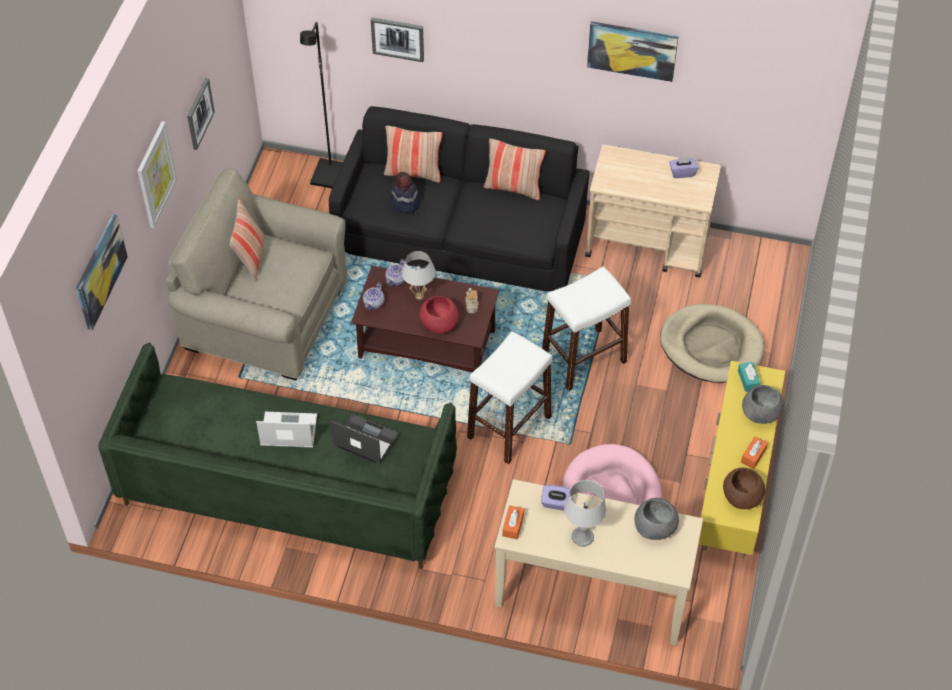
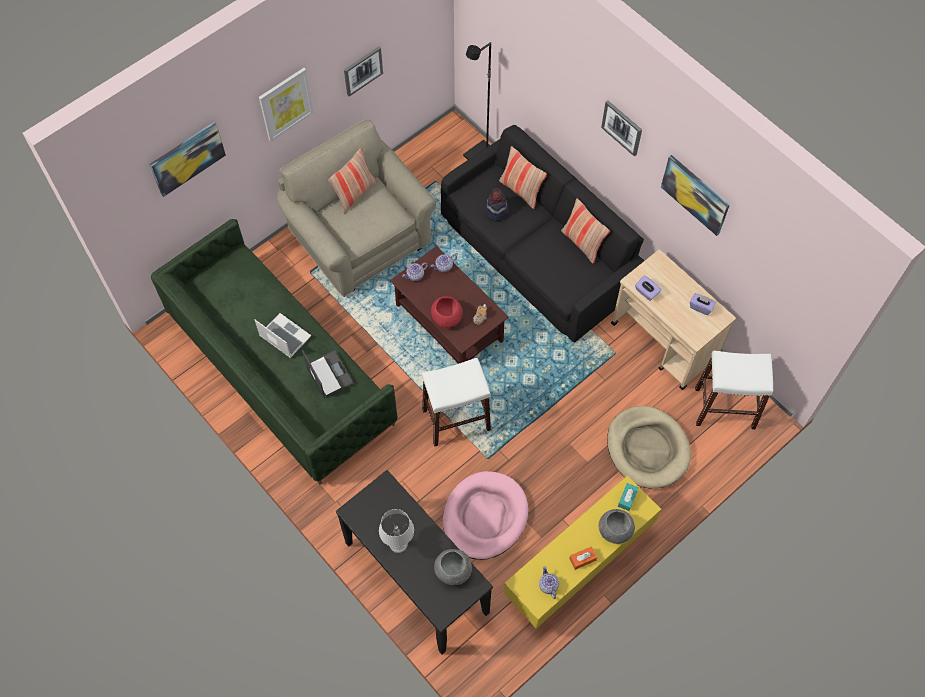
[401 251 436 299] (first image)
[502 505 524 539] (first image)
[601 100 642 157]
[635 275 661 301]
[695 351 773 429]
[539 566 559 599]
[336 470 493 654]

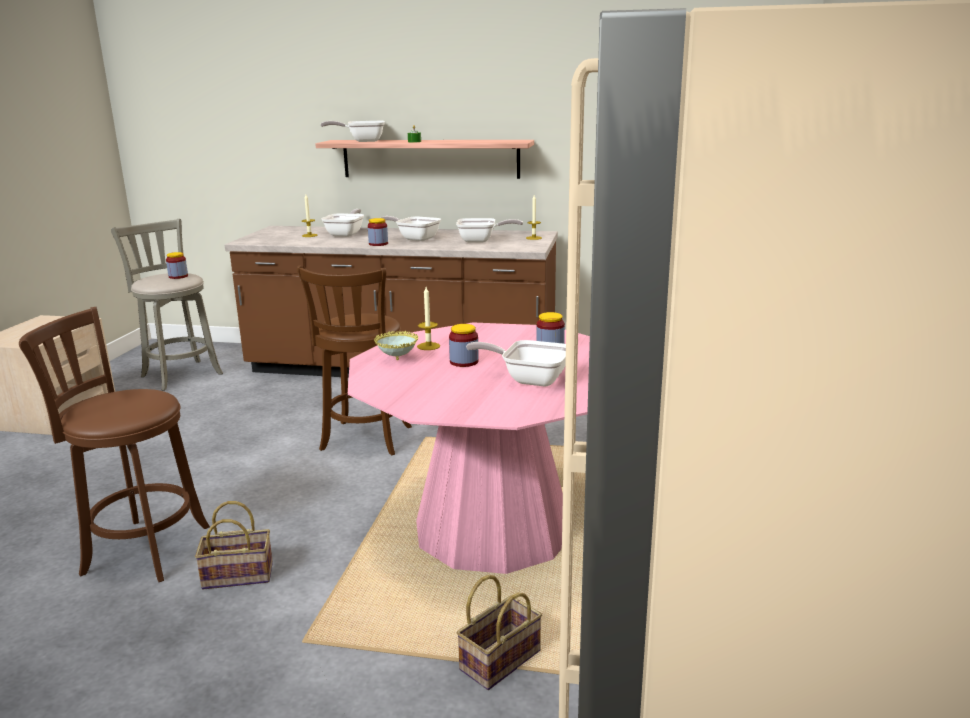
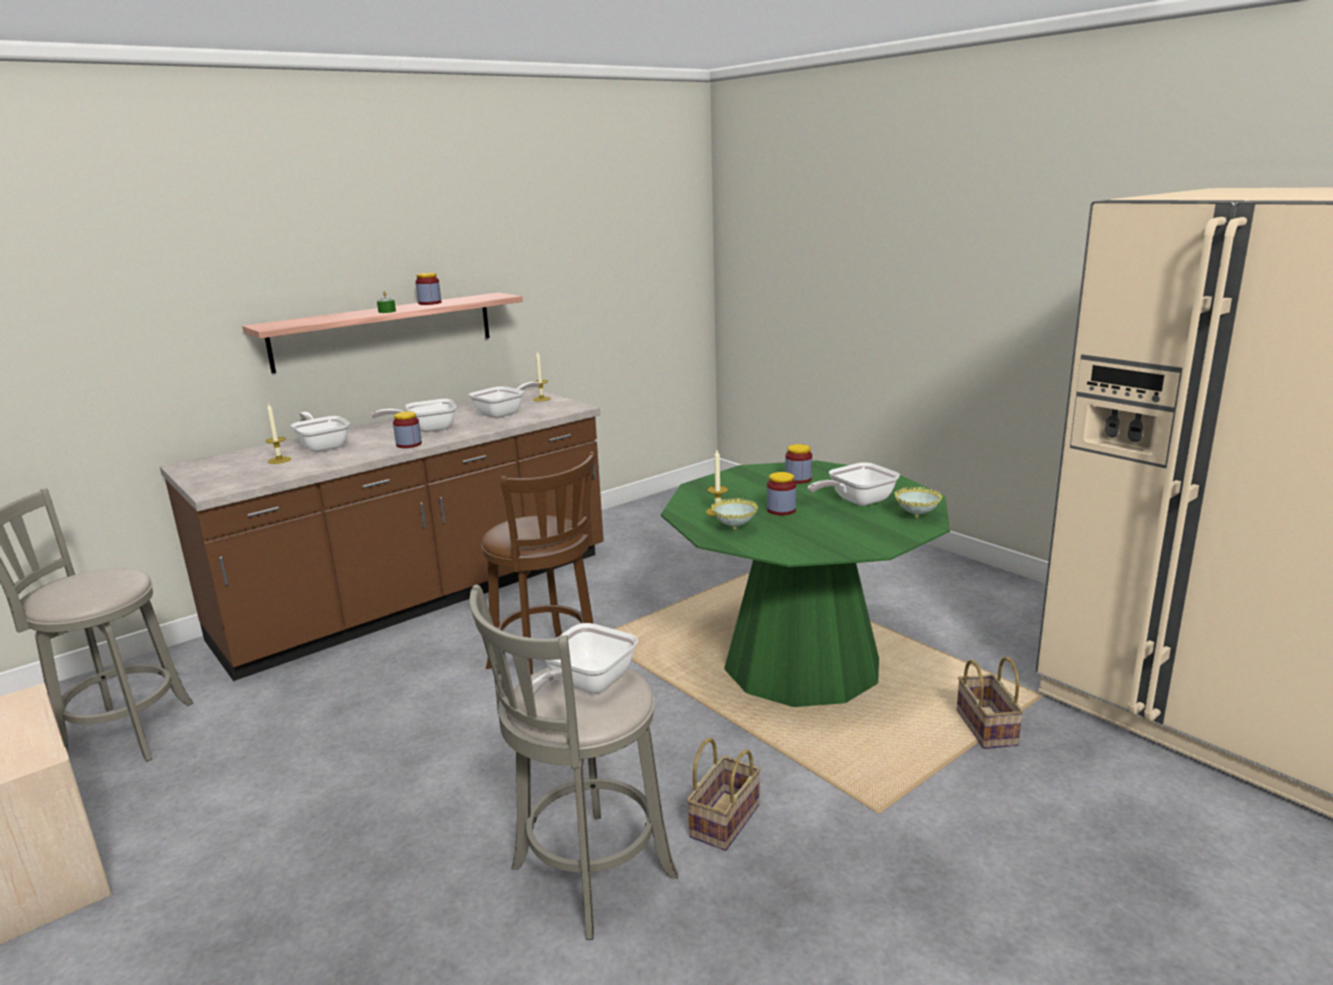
[894 487 942 518]
[416 273 441 305]
[532 623 638 697]
[469 584 678 940]
[661 461 950 707]

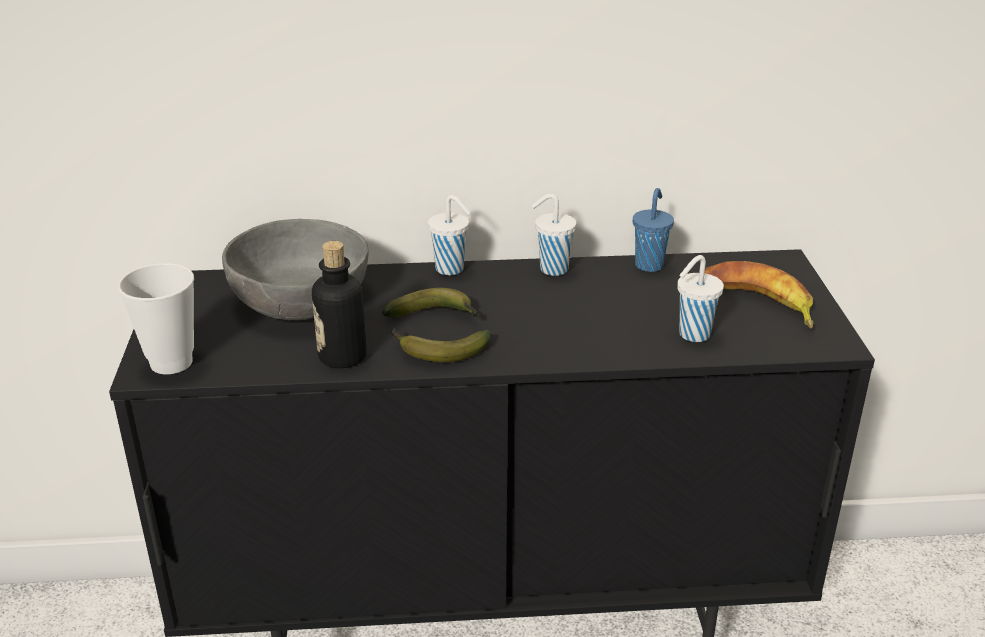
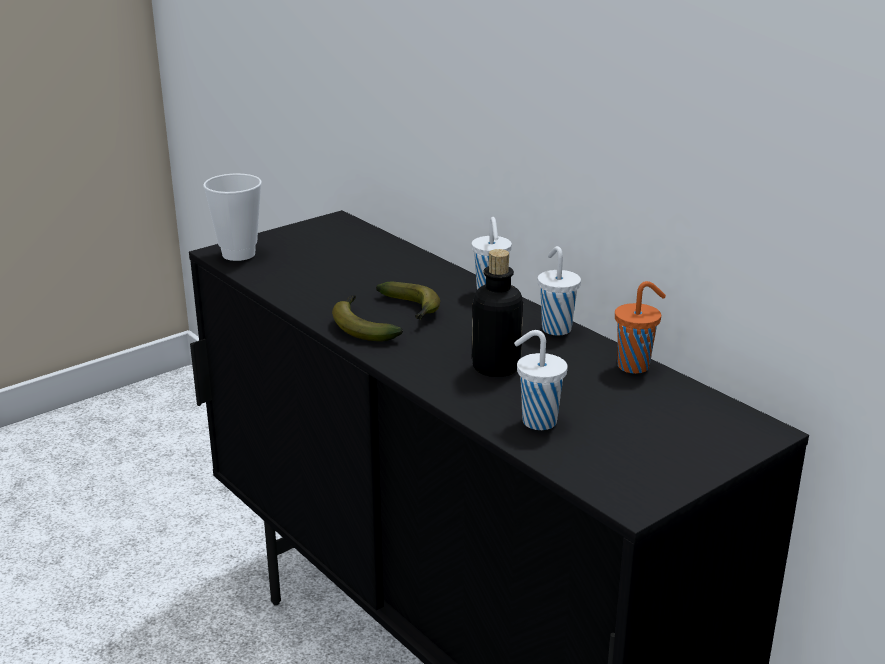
[222 219 368 320] (first image)
[705 261 813 329] (first image)
[472 249 523 377]
[615 281 666 374]

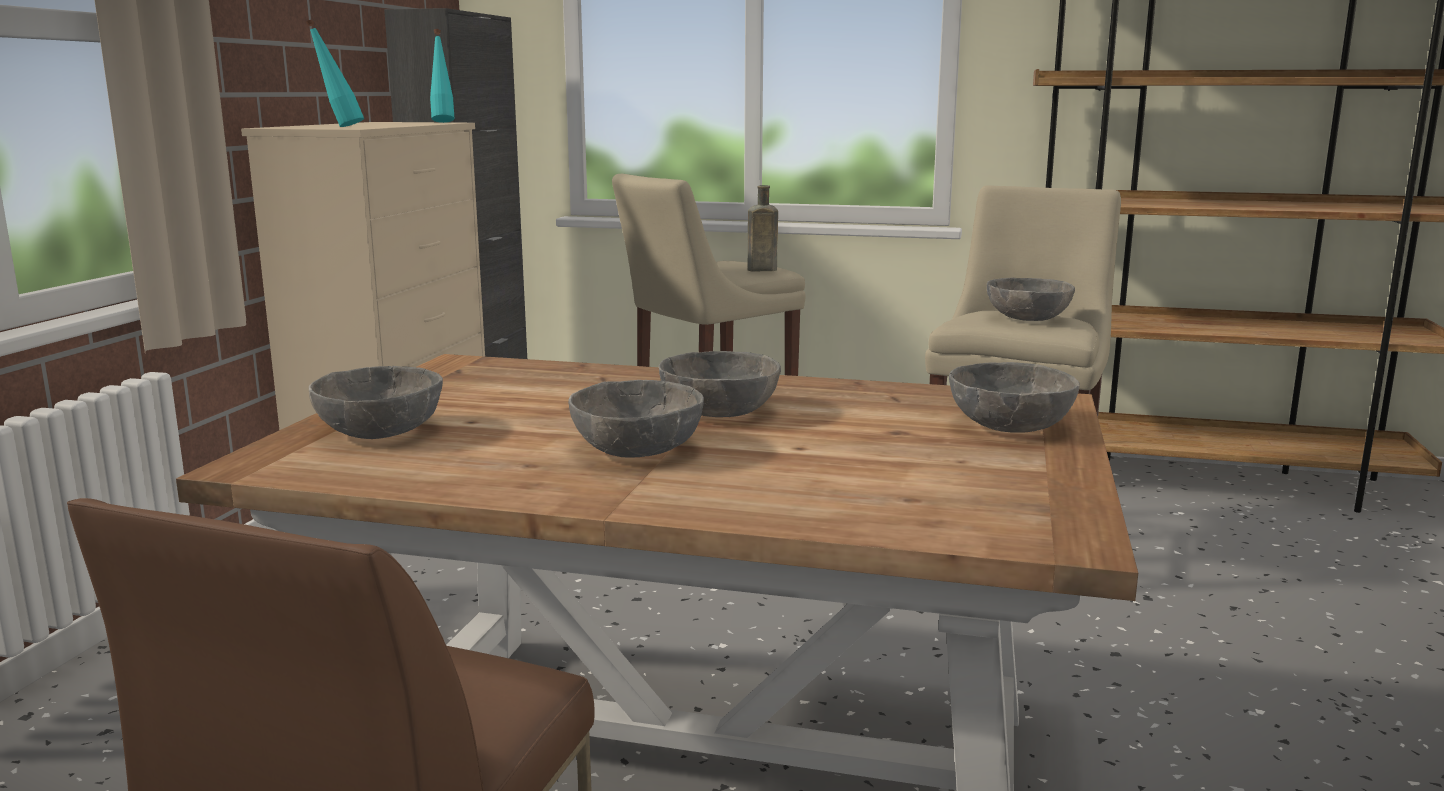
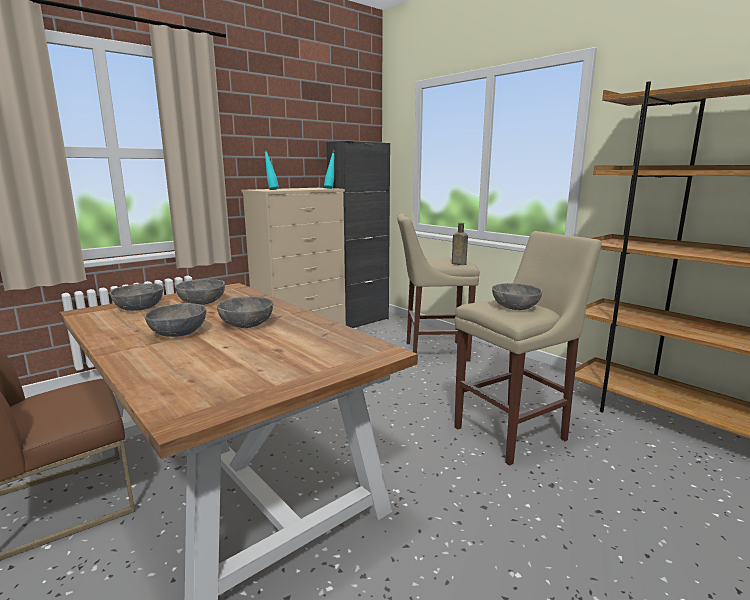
[175 279 225 305]

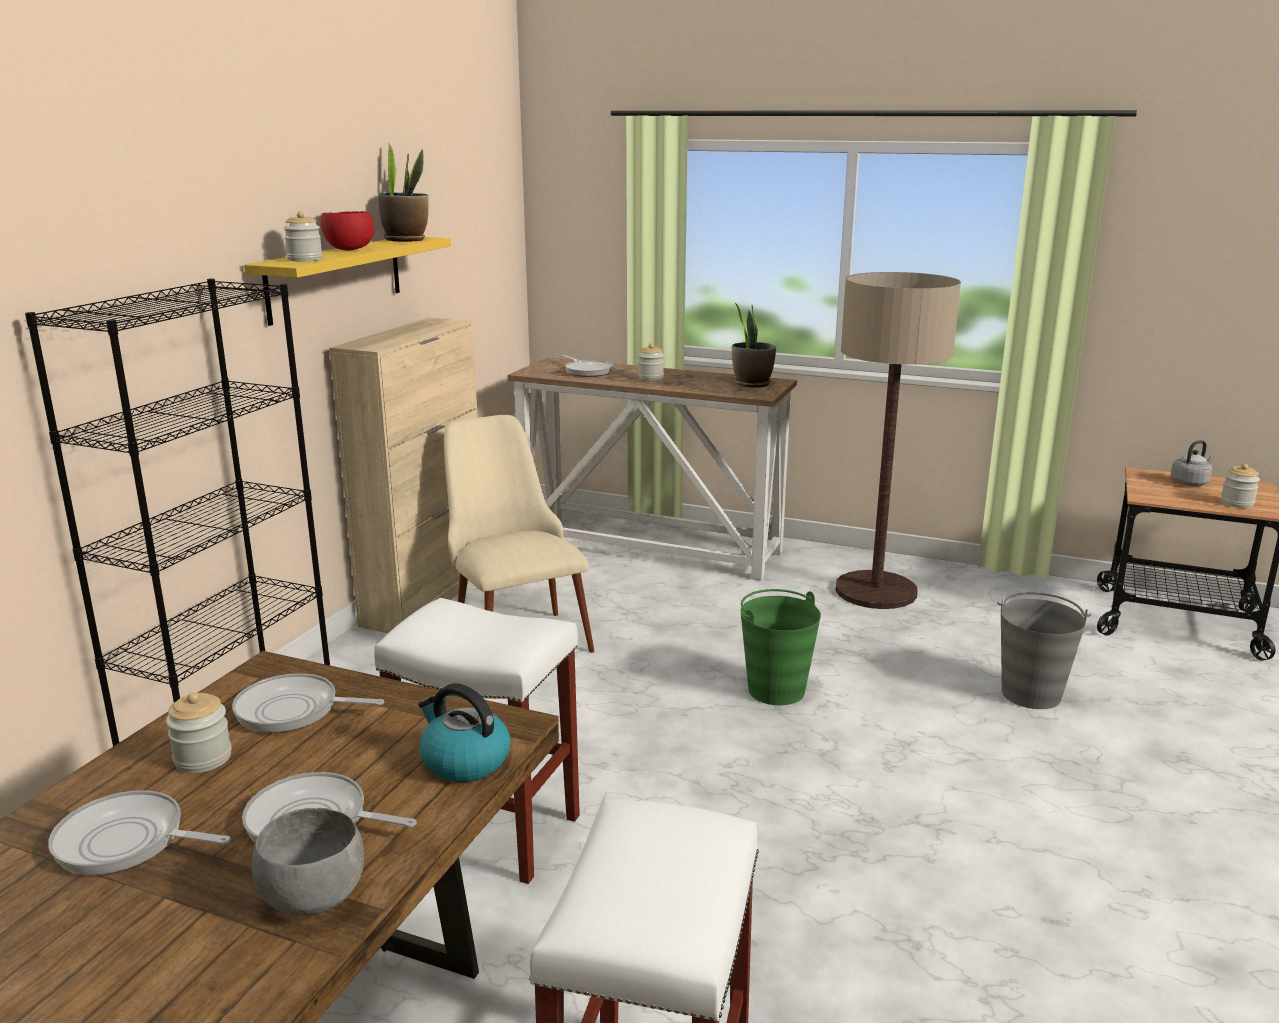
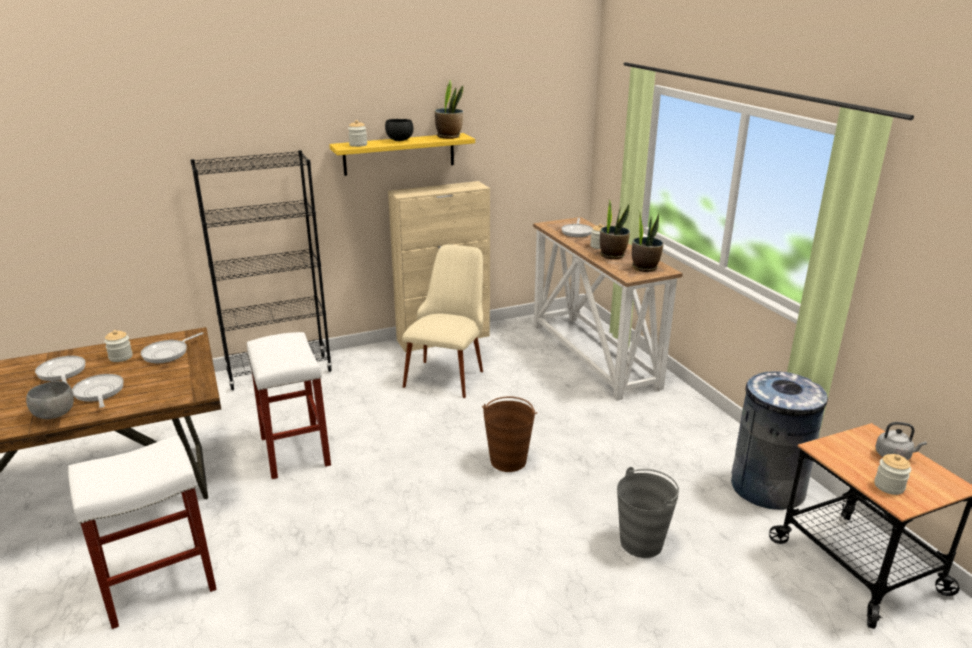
[418 683 510 782] (first image)
[836 272 961 609] (first image)
[600 200 630 259]
[731 371 828 510]
[385 119 414 141]
[482 396 538 472]
[141 332 204 363]

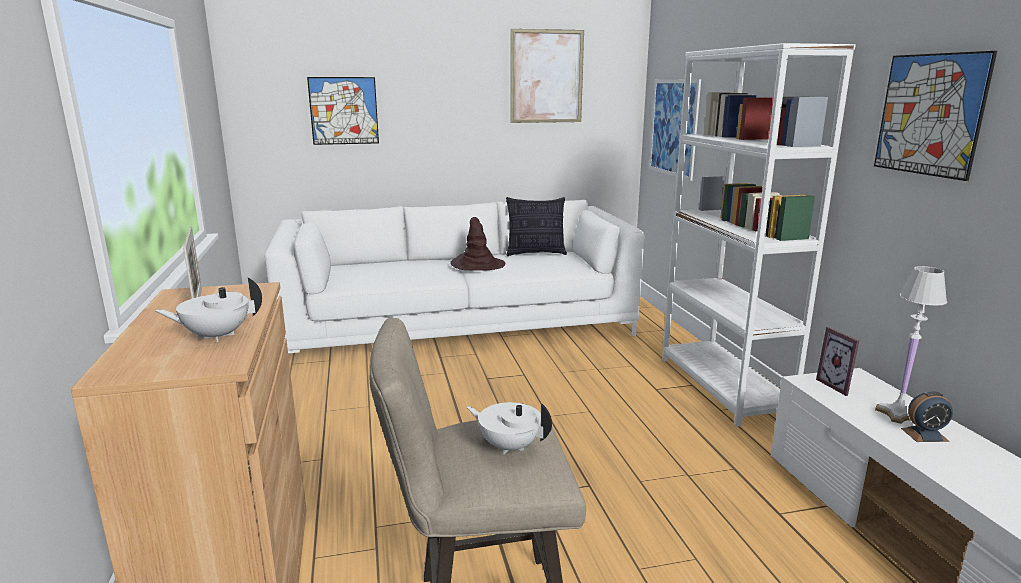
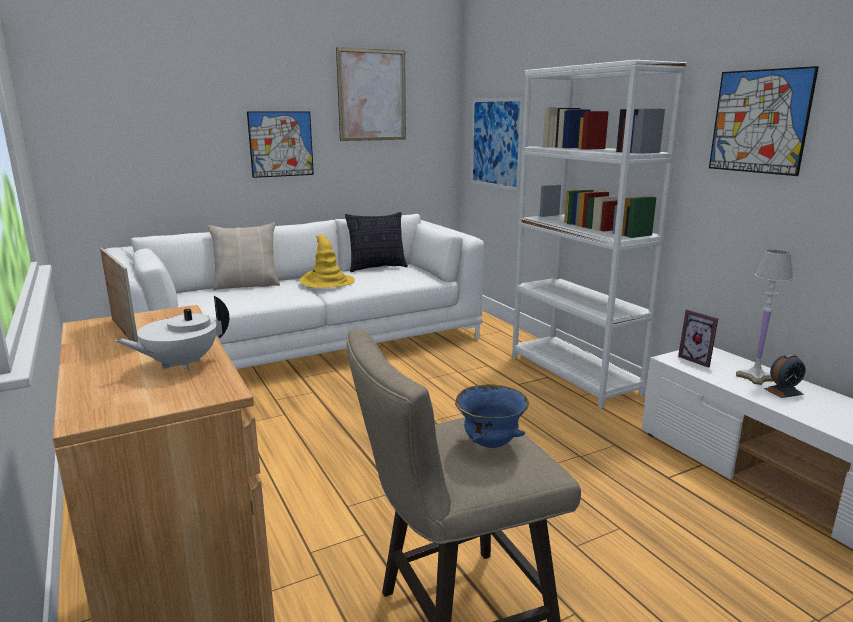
[208 222 280 290]
[247 111 314 178]
[455 384 529 448]
[299 234 355 288]

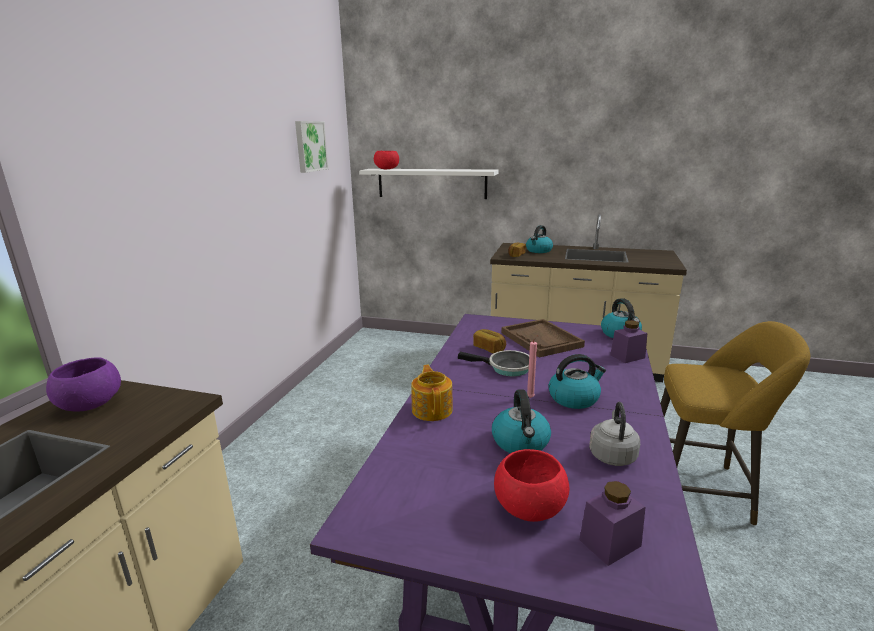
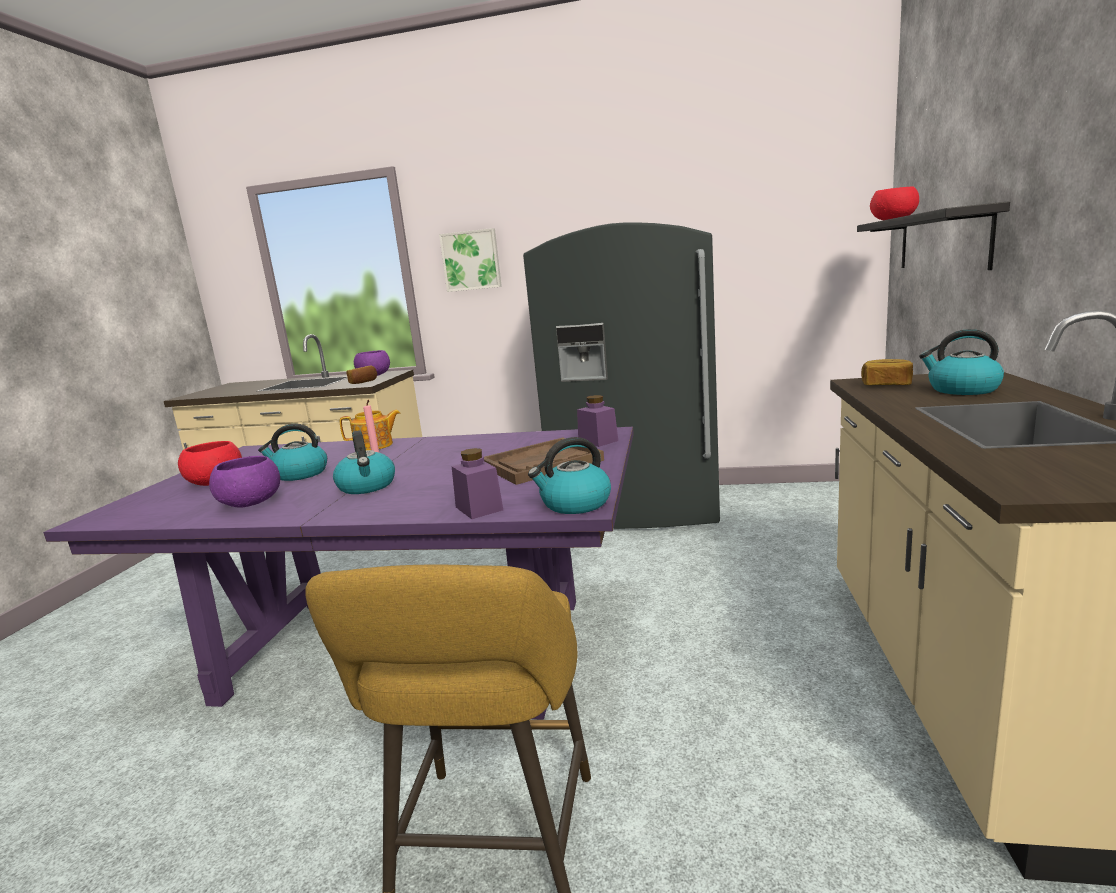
[458 350 529 376] (first image)
[523 222 720 529]
[439 228 502 292]
[346 365 377 384]
[577 395 618 447]
[209 456 280 508]
[857 201 1010 270]

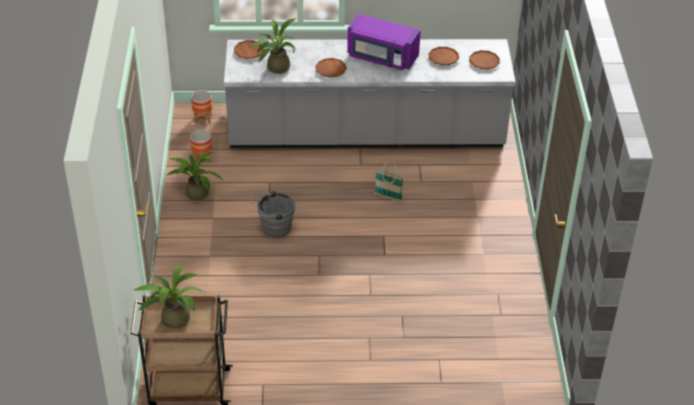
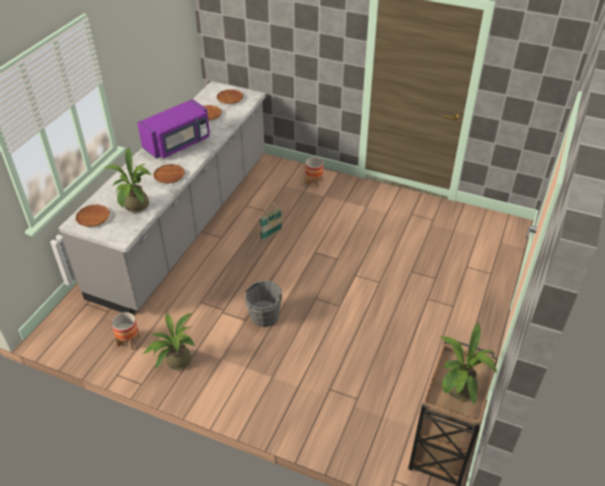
[305 157 324 188]

